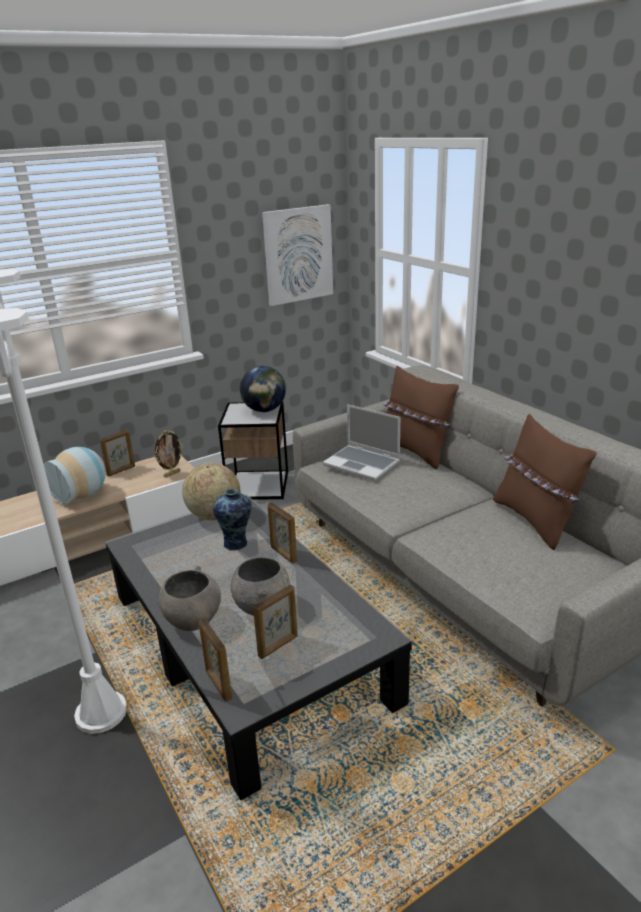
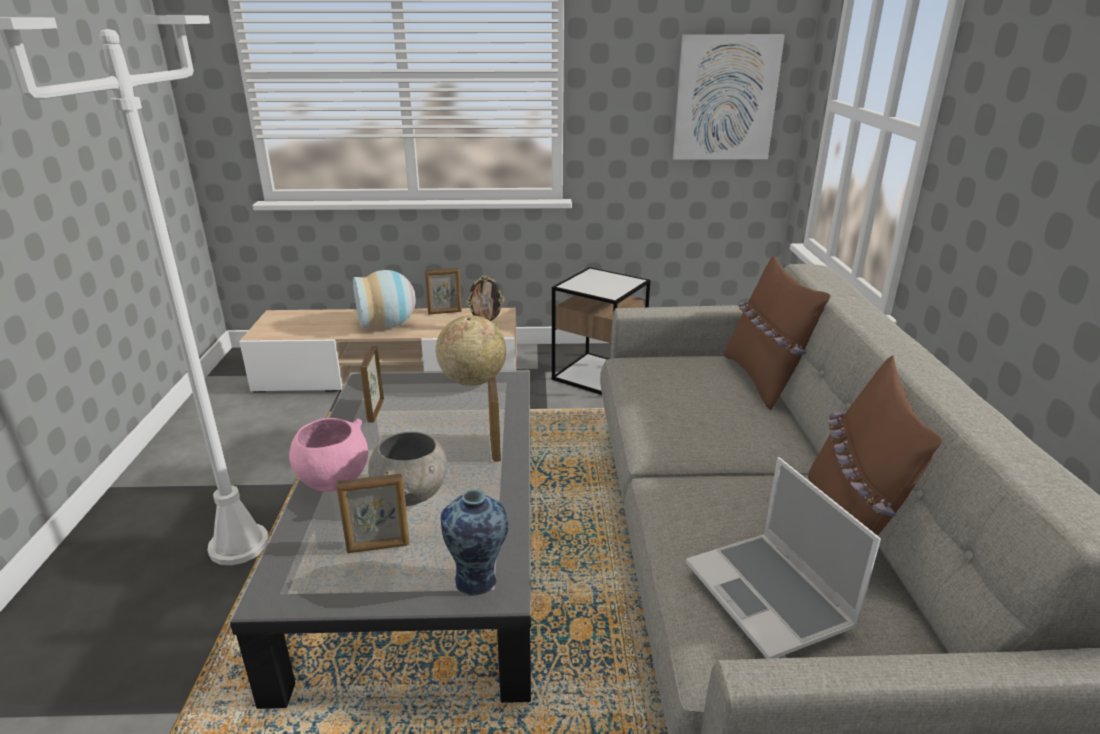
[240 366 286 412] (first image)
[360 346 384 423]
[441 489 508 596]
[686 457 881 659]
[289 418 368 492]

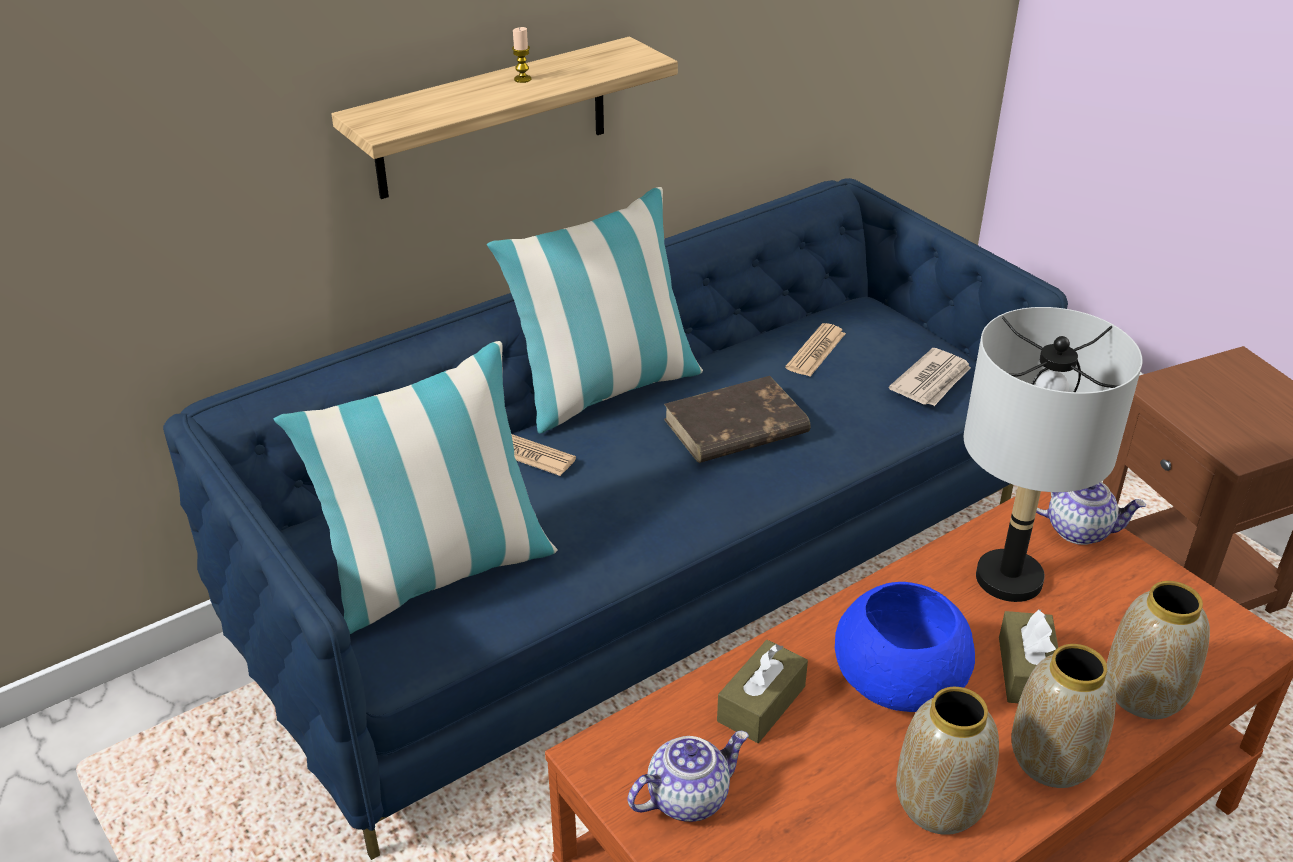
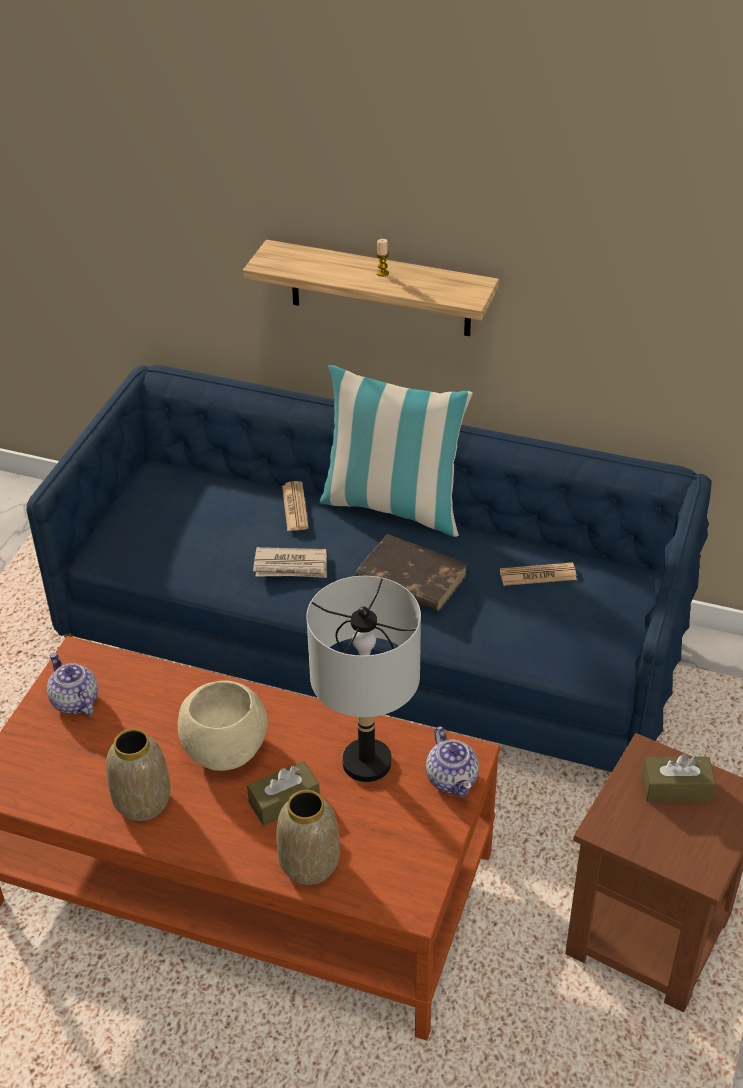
[273 341 558 634] (first image)
[1011 644 1116 788] (first image)
[642 754 716 802]
[253 547 327 578]
[178 681 267 771]
[47 653 98 716]

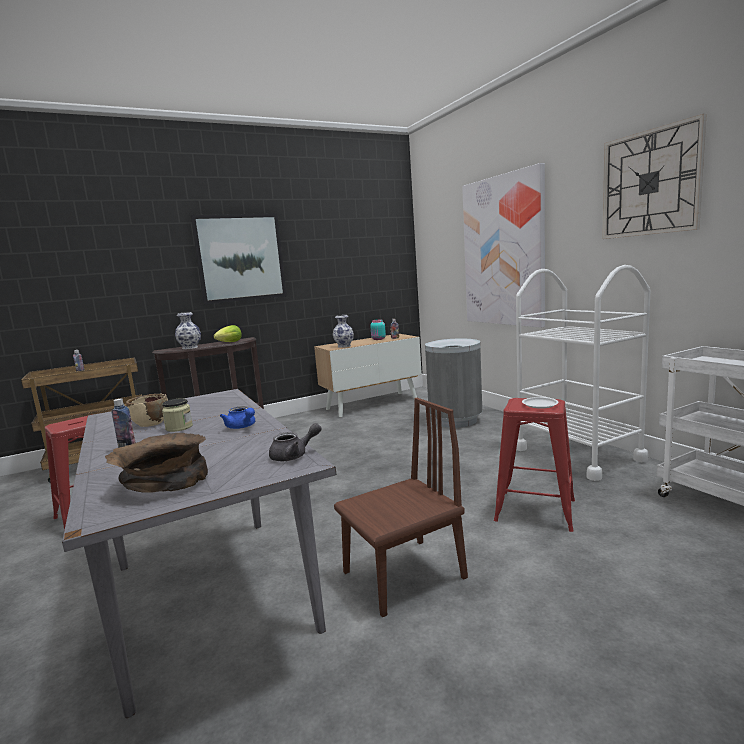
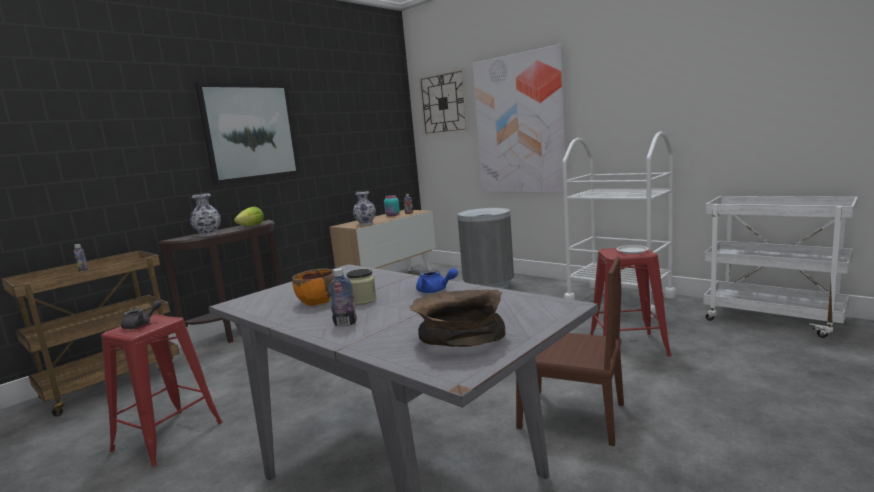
[121 300 162 329]
[418 68 469 136]
[292 269 334 306]
[516 257 624 446]

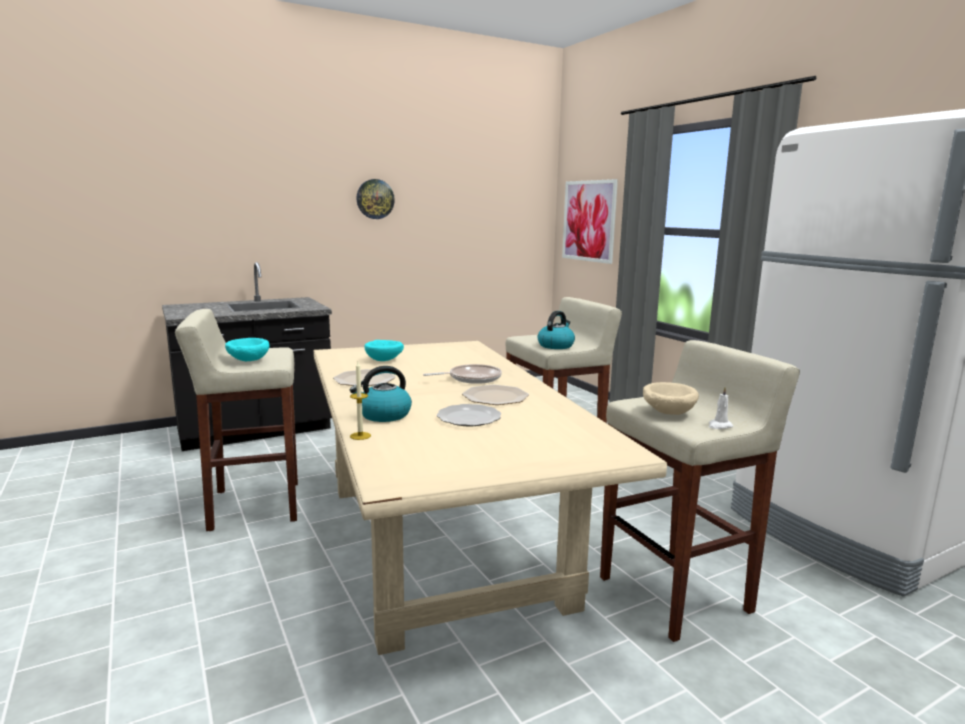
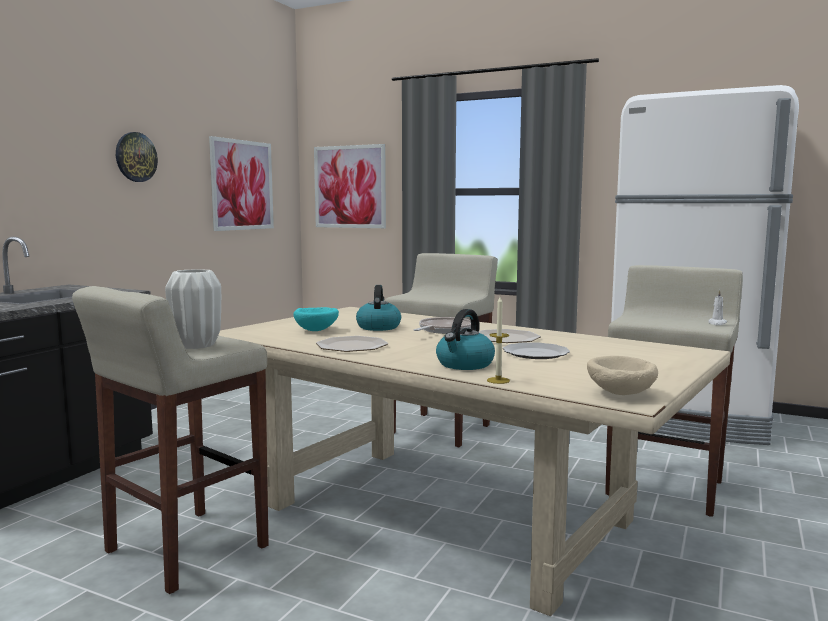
[209 136 274 231]
[356 285 401 331]
[587 356 658 395]
[165 269 221 349]

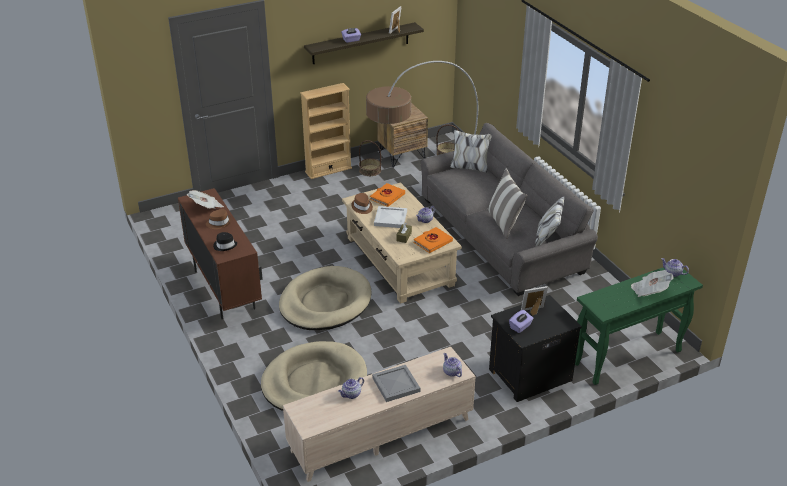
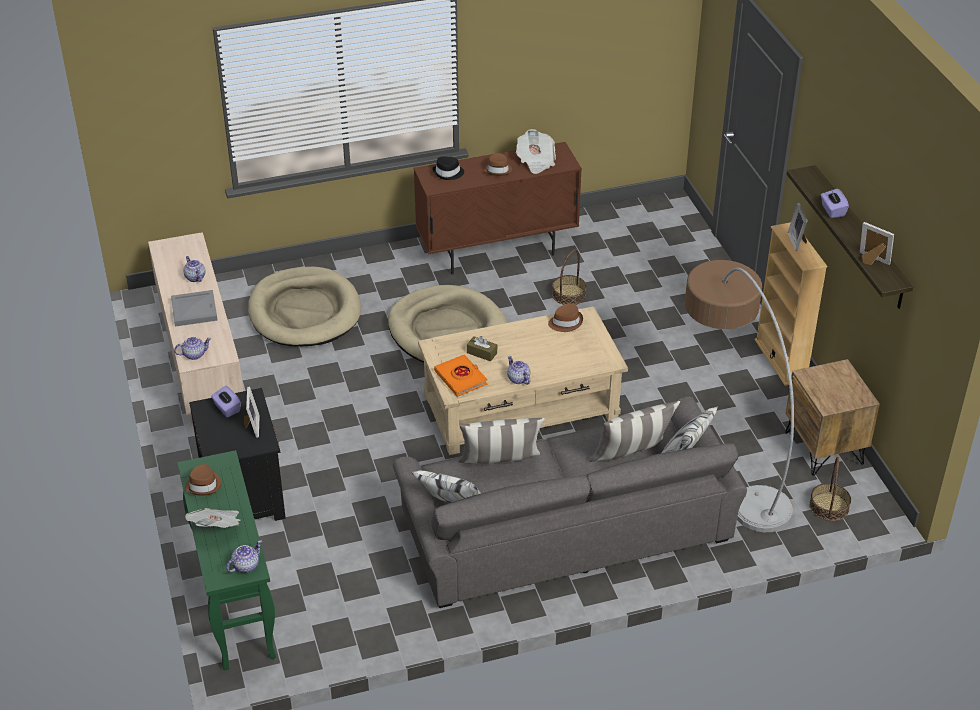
[370 183 405 207] (first image)
[374 206 407 228] (first image)
[185 464 222 496]
[589 401 680 462]
[787 203 808 251]
[552 250 587 305]

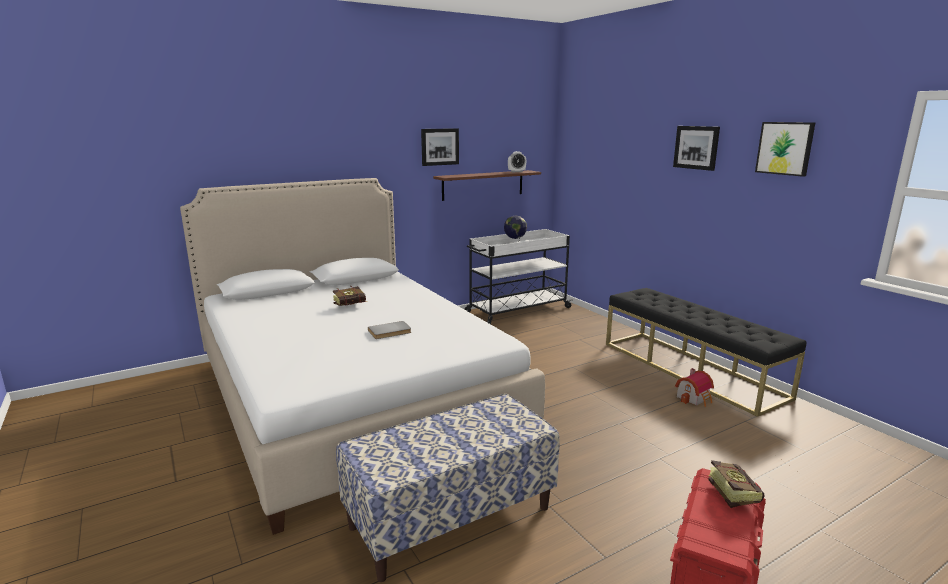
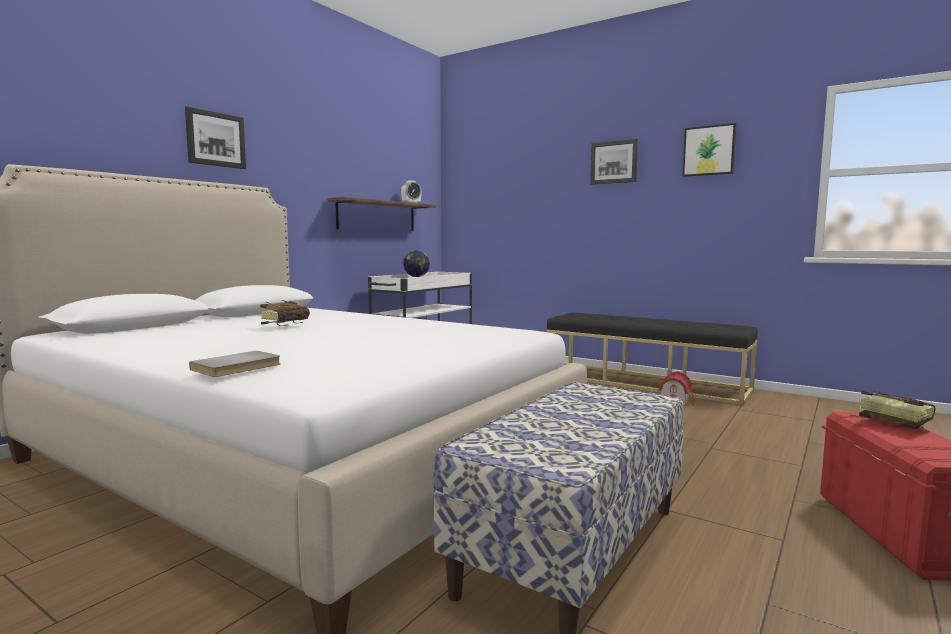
[189 351 280 377]
[185 106 246 169]

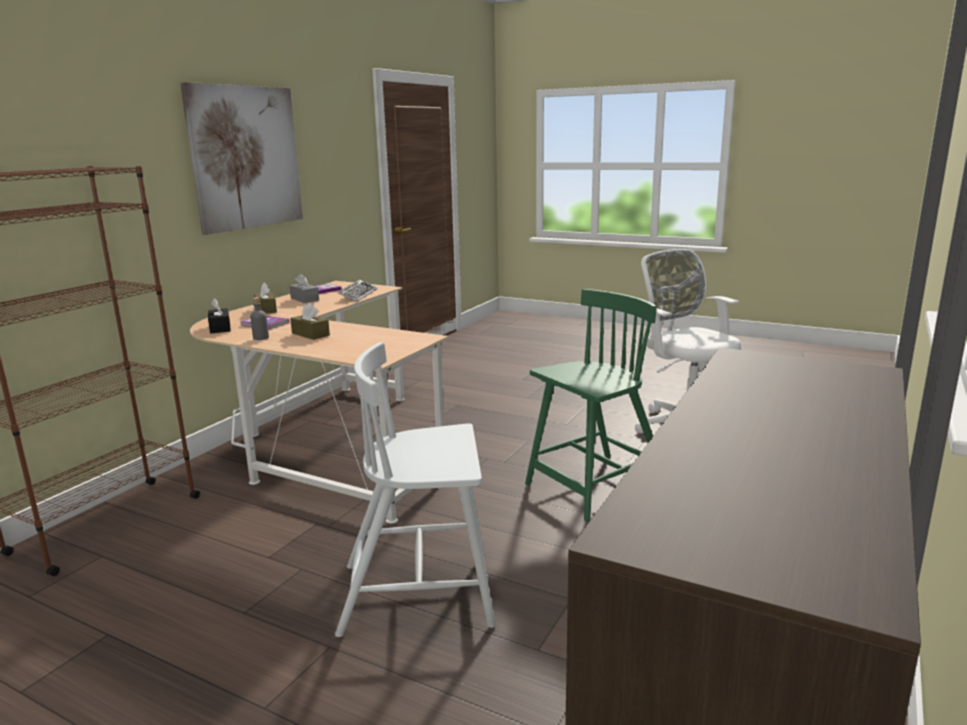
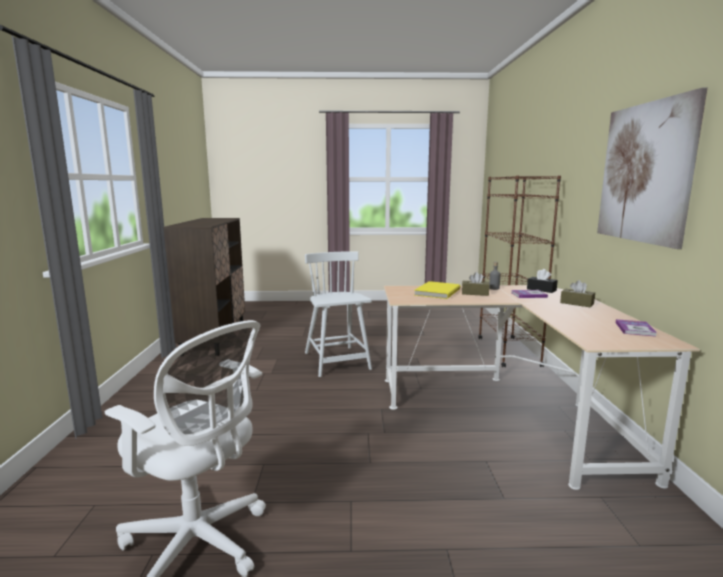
[290 274 319 303] (first image)
[338 280 377 302] (first image)
[525 289 657 522] (first image)
[415 281 460 299]
[305 251 372 377]

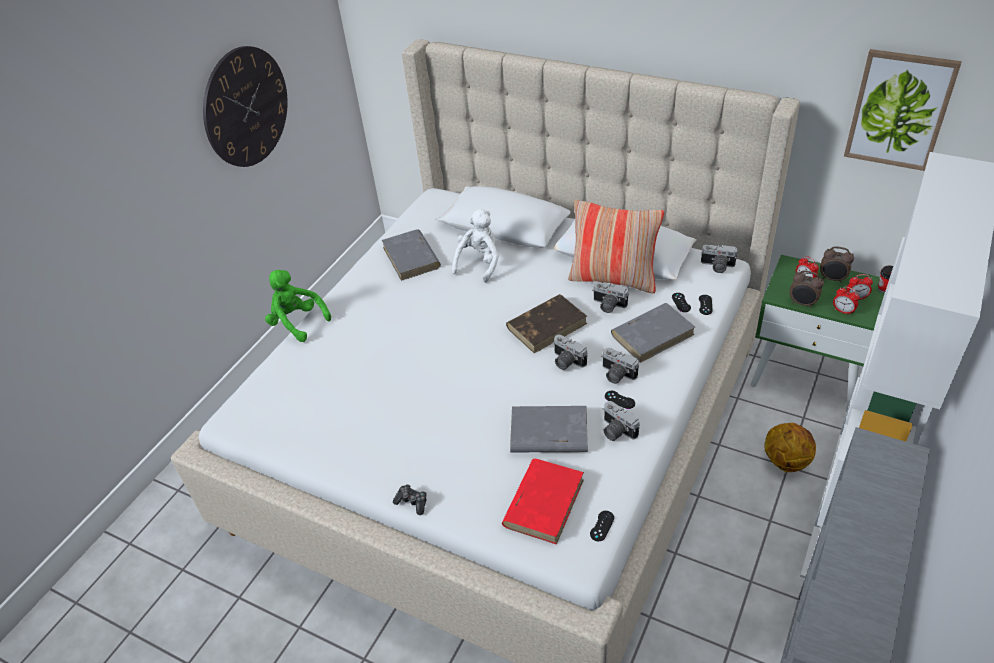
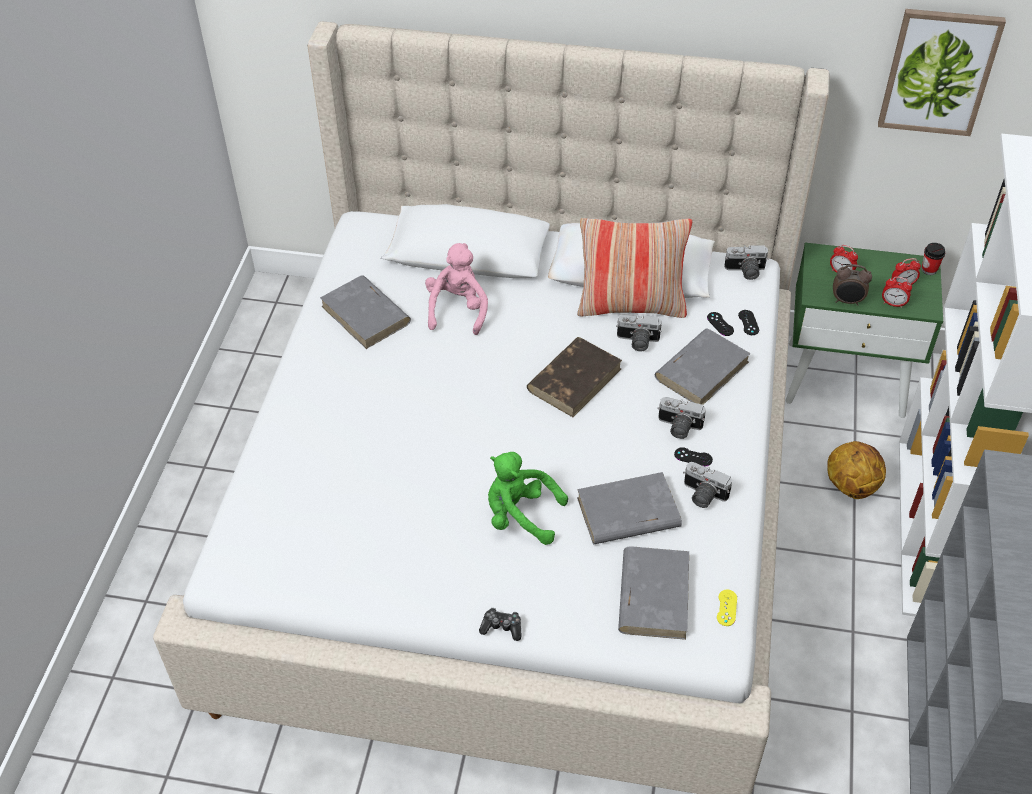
[203 46 288 167] (first image)
[552 335 588 370] (first image)
[820 247 854 283] (first image)
[488 452 568 545]
[425 243 488 335]
[618 546 689 640]
[717 590 737 626]

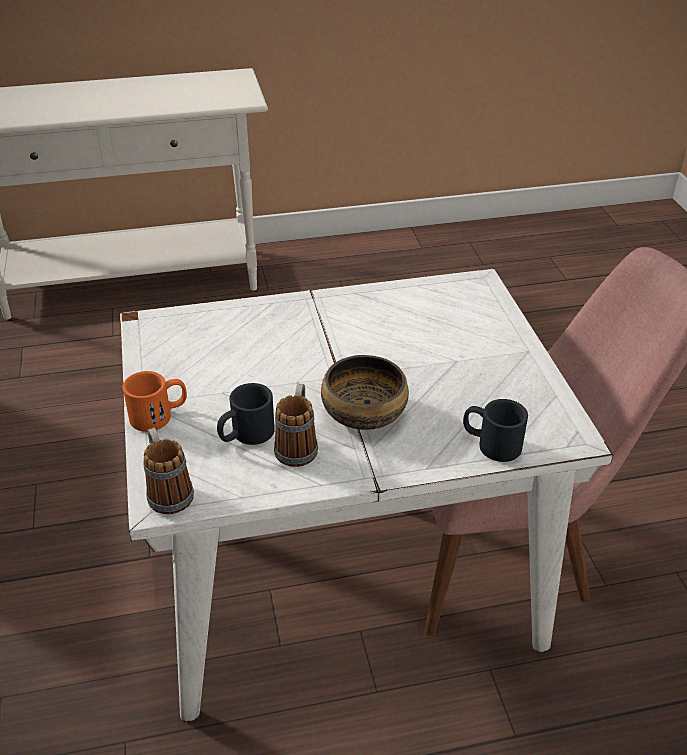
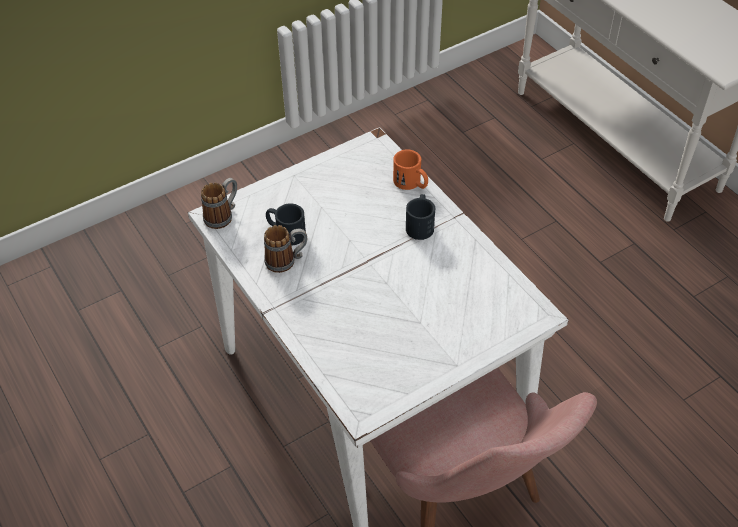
[321 355 409 430] (first image)
[393 149 428 190]
[406 194 435 240]

